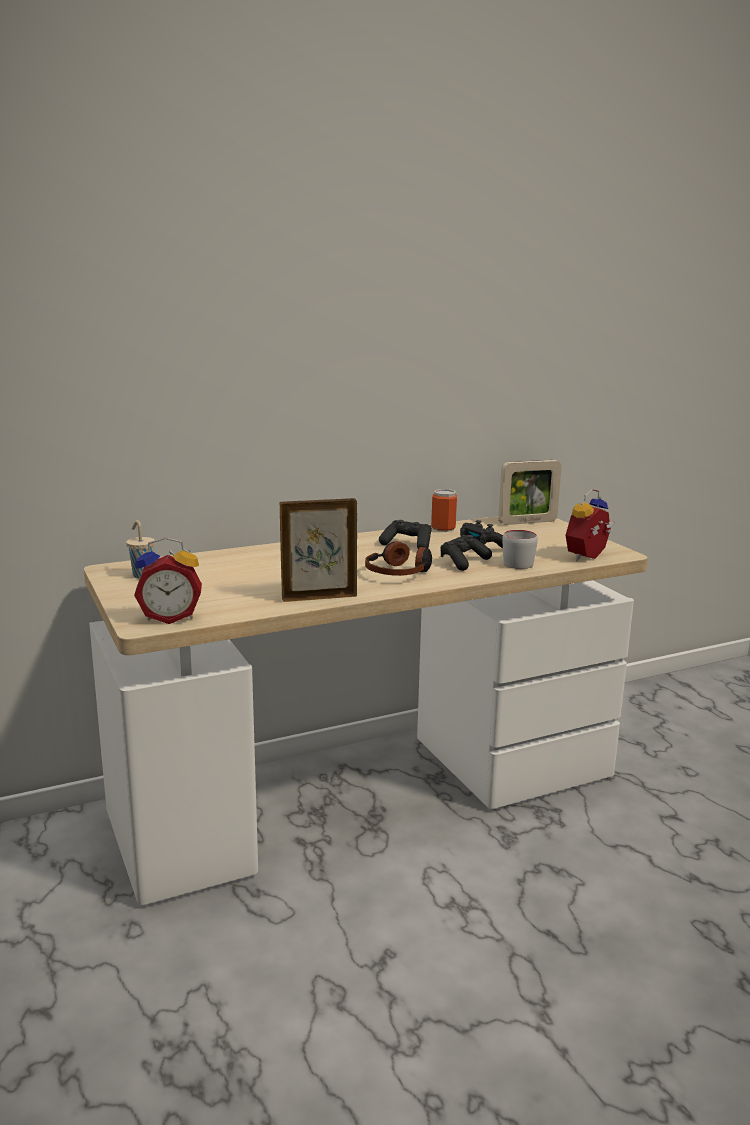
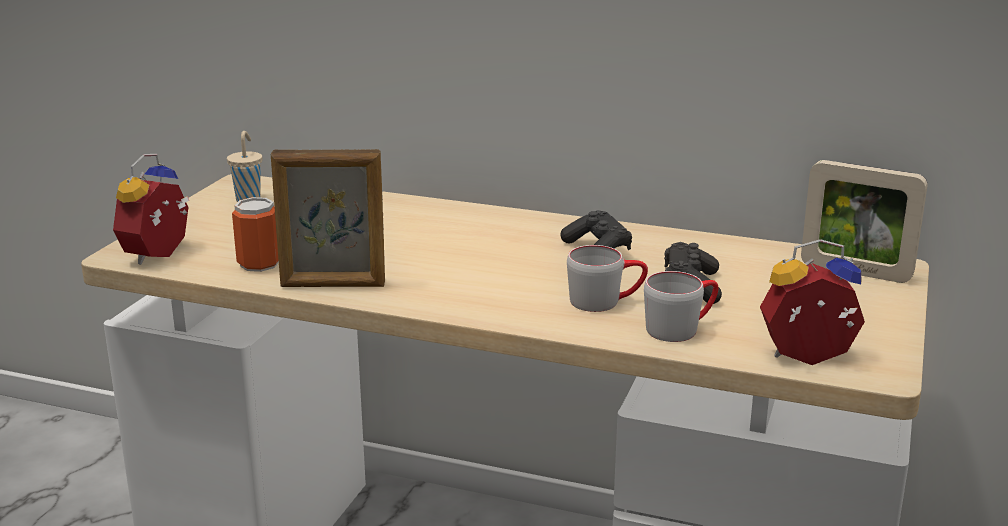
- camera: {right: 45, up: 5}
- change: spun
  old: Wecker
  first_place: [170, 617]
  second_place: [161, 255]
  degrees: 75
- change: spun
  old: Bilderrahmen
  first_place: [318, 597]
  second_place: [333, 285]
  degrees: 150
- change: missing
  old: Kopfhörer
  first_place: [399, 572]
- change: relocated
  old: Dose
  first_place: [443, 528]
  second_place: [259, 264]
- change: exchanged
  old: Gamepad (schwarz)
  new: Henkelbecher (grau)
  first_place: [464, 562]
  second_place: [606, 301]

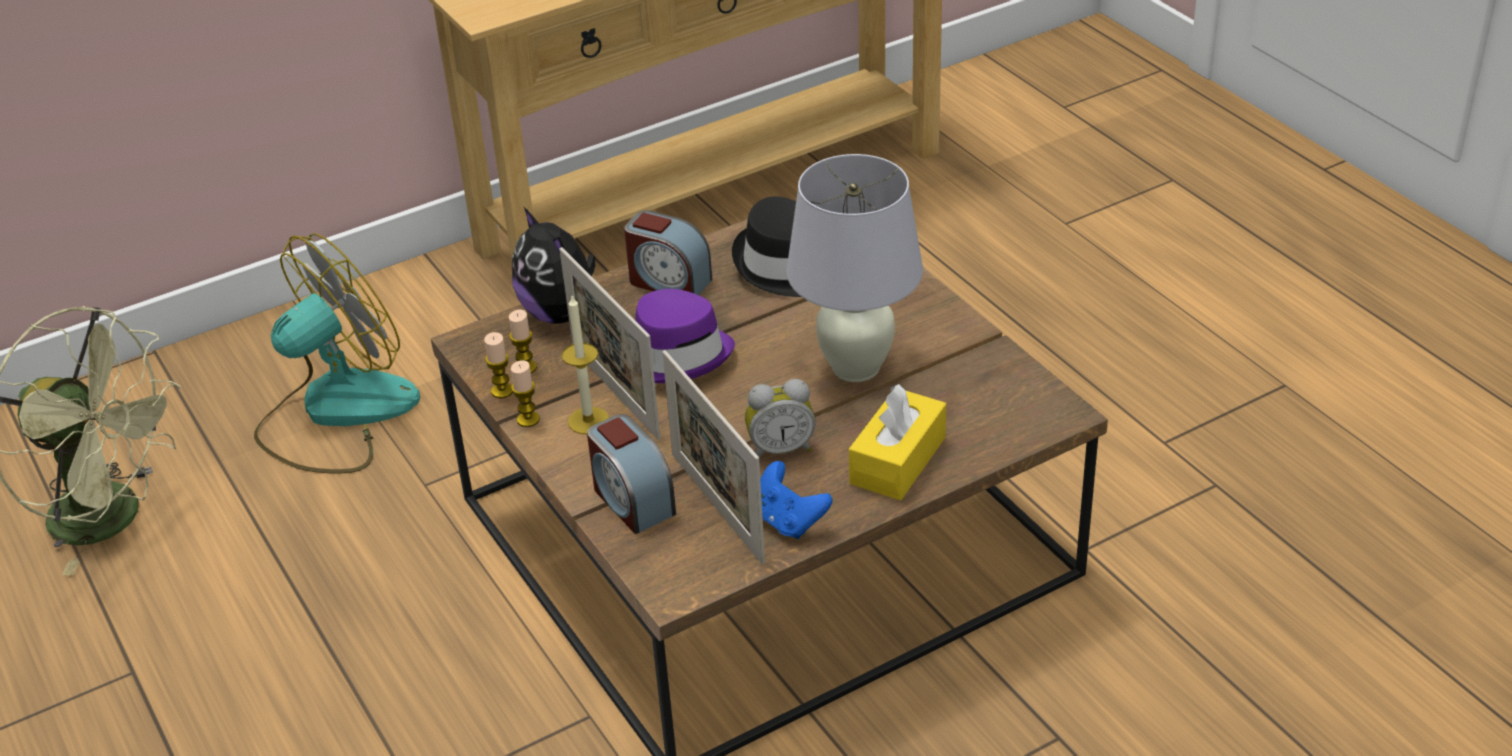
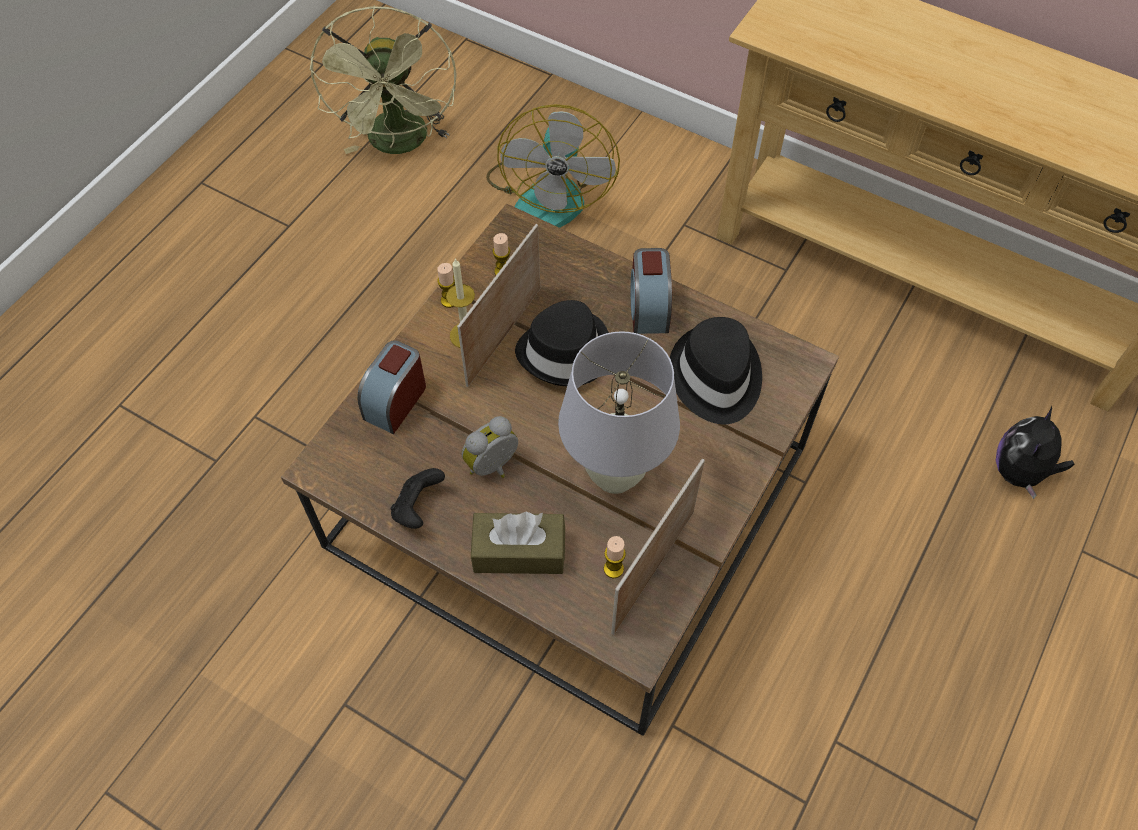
- camera: {right: 60, up: 20}
- change: spun
  old: Ventilator
  first_place: [336, 413]
  second_place: [549, 194]
  degrees: 75
- change: relocated
  old: Kerze
  first_place: [502, 391]
  second_place: [613, 569]
- change: relocated
  old: Plüschtier
  first_place: [562, 313]
  second_place: [1020, 472]
- change: colour
  old: Hut (lila)
  new: Hut (schwarz)
  first_place: [675, 354]
  second_place: [566, 352]
- change: relocated
  old: Bilderrahmen
  first_place: [717, 507]
  second_place: [653, 571]
- change: spun
  old: Wecker
  first_place: [780, 449]
  second_place: [494, 467]
  degrees: 90
- change: colour
  old: Gamepad (blau)
  new: Gamepad (schwarz)
  first_place: [789, 521]
  second_place: [418, 508]
- change: colour
  old: Taschentuchbox (gelb)
  new: Taschentuchbox (braun)
  first_place: [897, 460]
  second_place: [519, 551]

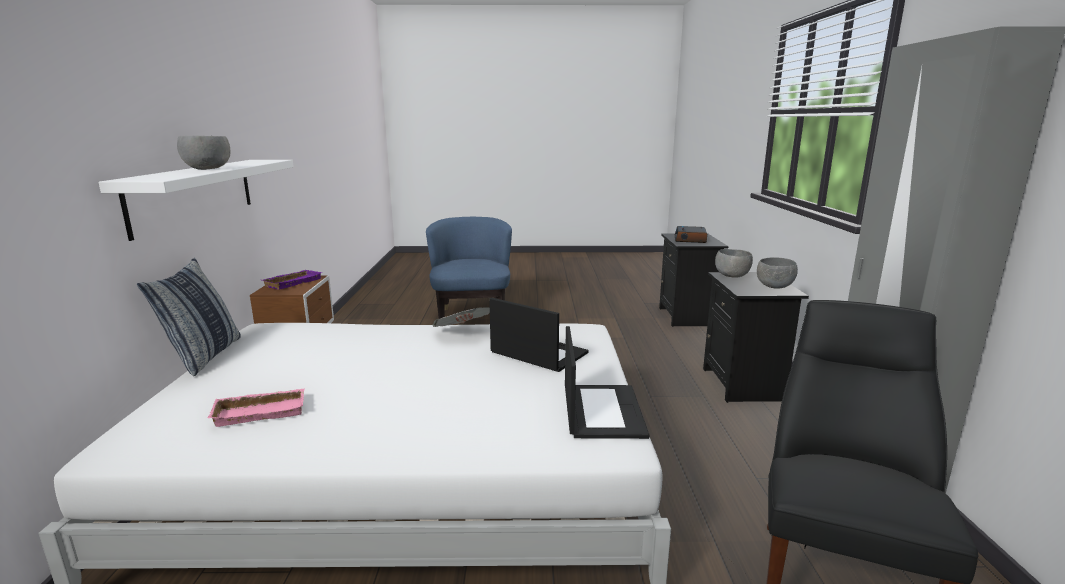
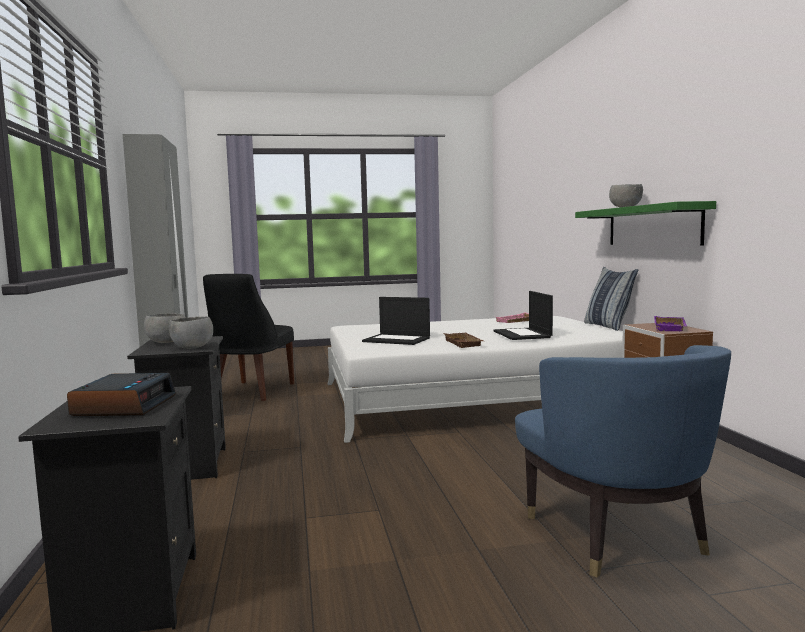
- camera: {right: 170, up: -10}
- change: colour
  old: Wandregal (weiß)
  new: Wandregal (grün)
  first_place: [195, 194]
  second_place: [652, 226]
- change: exchanged
  old: Zeitung
  new: Tablett (braun)
  first_place: [462, 333]
  second_place: [464, 343]
- change: relocated
  old: Laptop
  first_place: [601, 410]
  second_place: [523, 334]

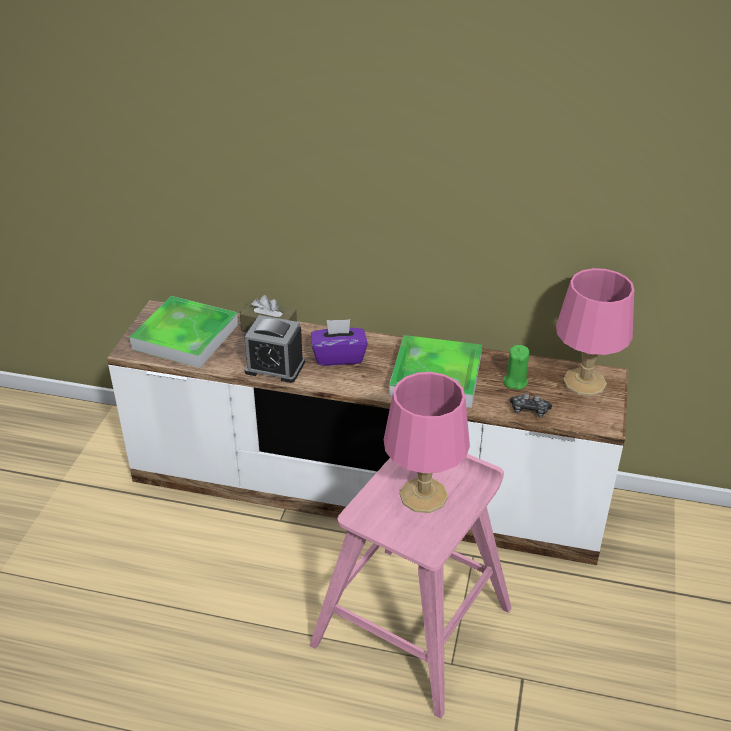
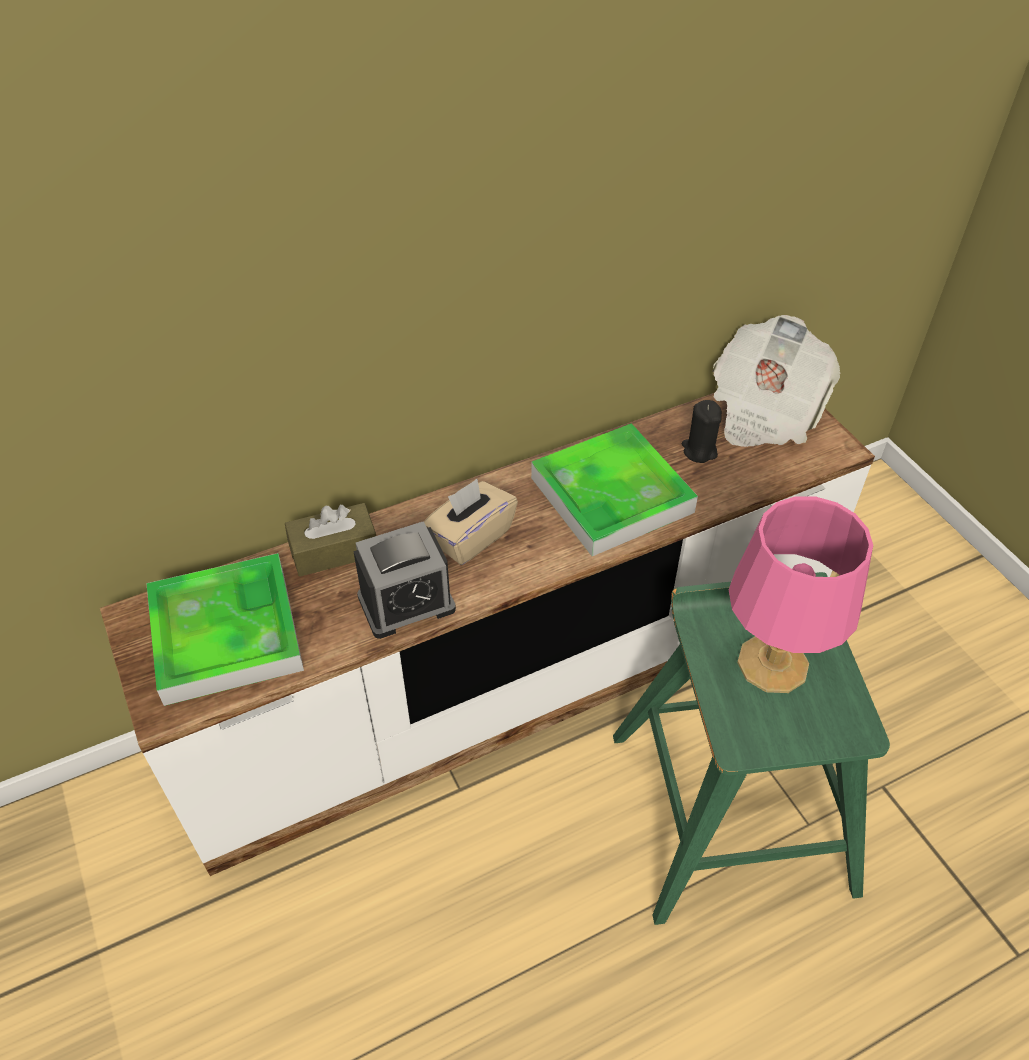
- camera: {right: -40, up: 10}
- change: colour
  old: Hocker (rosa)
  new: Hocker (grün)
  first_place: [414, 624]
  second_place: [730, 808]
- change: colour
  old: Taschentuchbox (lila)
  new: Taschentuchbox (beige)
  first_place: [339, 356]
  second_place: [470, 537]
- change: colour
  old: Kerze (grün)
  new: Kerze (schwarz)
  first_place: [515, 381]
  second_place: [699, 450]
- change: missing
  old: Gamepad
  first_place: [529, 410]
- change: exchanged
  old: Tischlampe (rosa)
  new: Zeitung
  first_place: [584, 383]
  second_place: [764, 410]

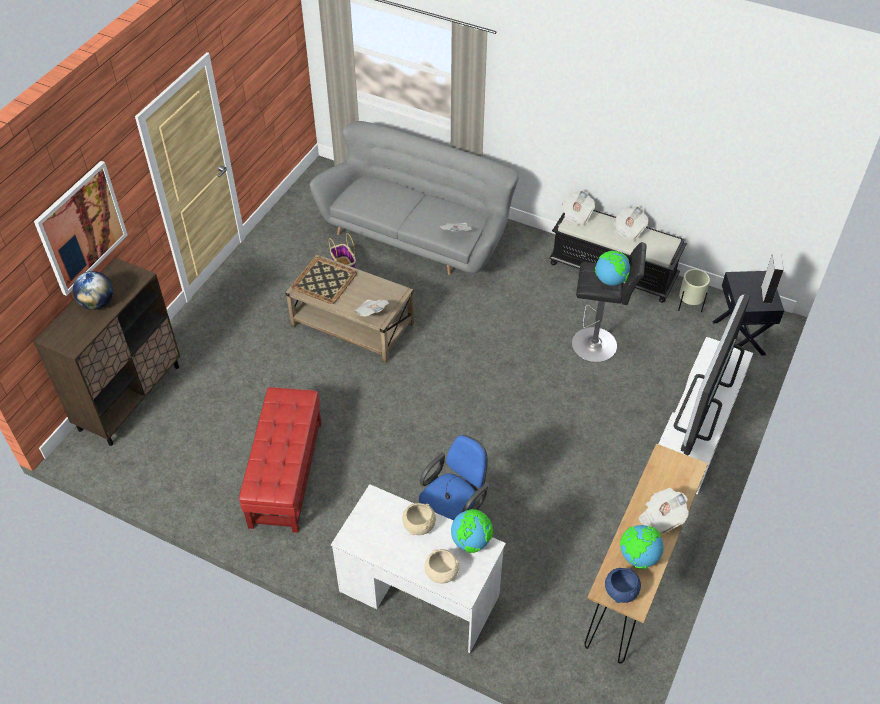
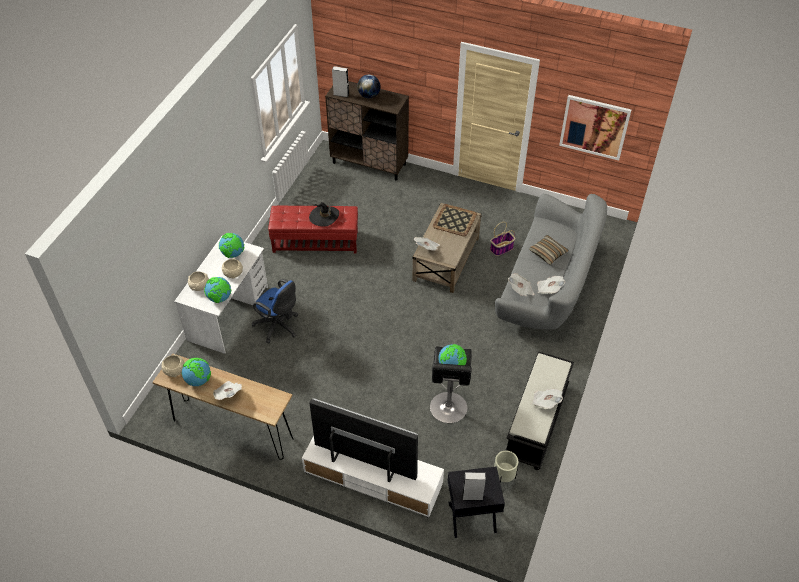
- camera: {right: 85, up: 0}
- change: relocated
  old: Bild
  first_place: [81, 227]
  second_place: [594, 127]
- change: relocated
  old: Zeitung
  first_place: [575, 216]
  second_place: [549, 289]
- change: colour
  old: Schüssel (blau)
  new: Schüssel (beige)
  first_place: [621, 590]
  second_place: [174, 370]
- change: appeared
  new: Globus
  second_place: [233, 254]
- change: appeared
  new: Hut (schwarz)
  second_place: [324, 217]
- change: appeared
  new: Lautsprecher (grau)
  second_place: [341, 94]
- change: appeared
  new: Kissen
  second_place: [547, 253]

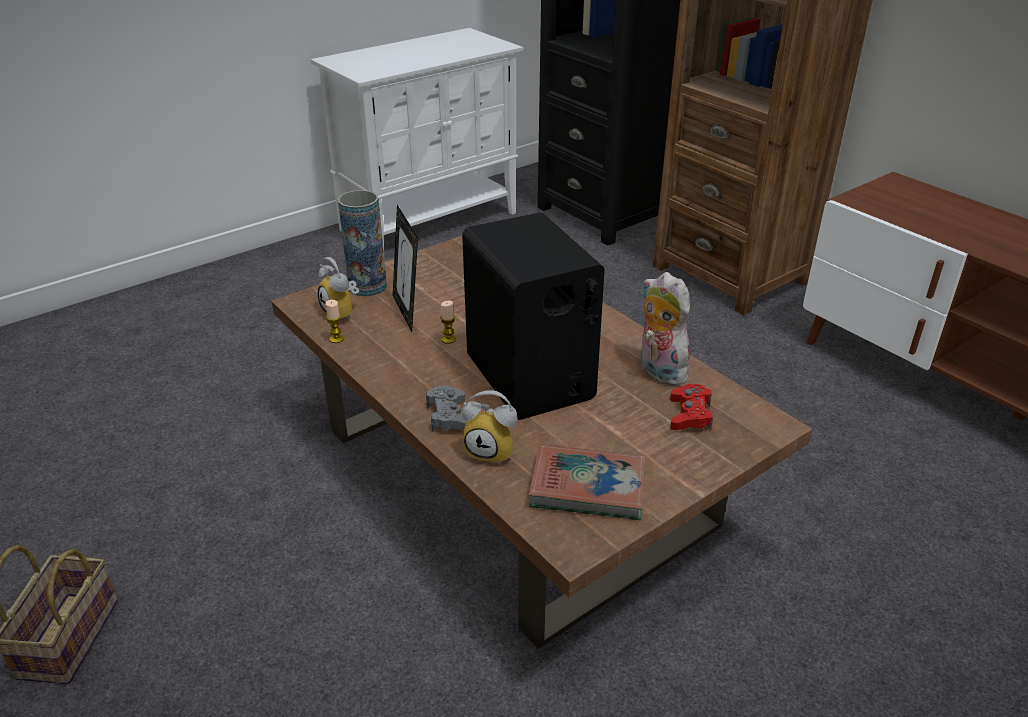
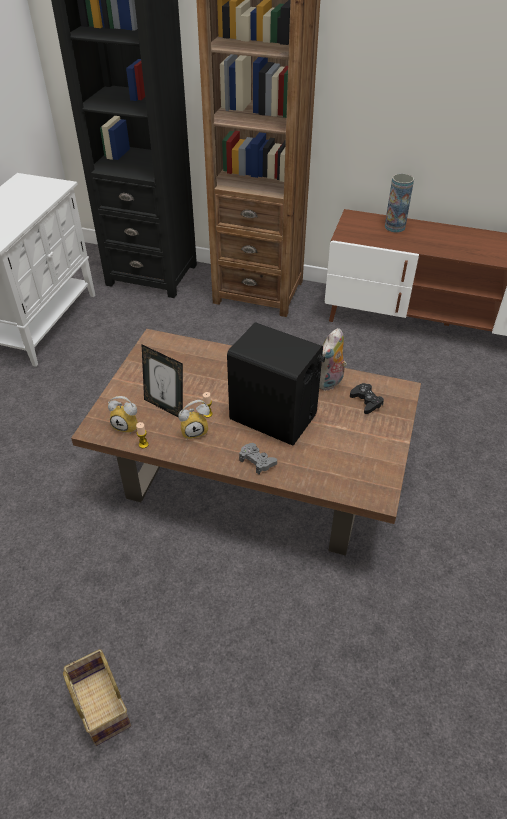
- camera: {right: -35, up: 10}
- change: relocated
  old: Vase
  first_place: [367, 286]
  second_place: [394, 227]
- change: relocated
  old: Wecker
  first_place: [492, 451]
  second_place: [194, 430]
- change: missing
  old: Buch
  first_place: [588, 487]
- change: spun
  old: Plüschtier
  first_place: [658, 371]
  second_place: [330, 383]
  degrees: -75
- change: colour
  old: Gamepad (rot)
  new: Gamepad (schwarz)
  first_place: [690, 415]
  second_place: [366, 401]

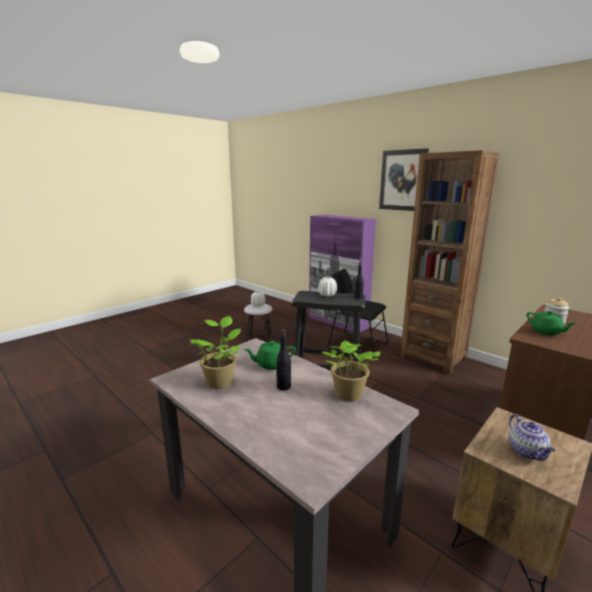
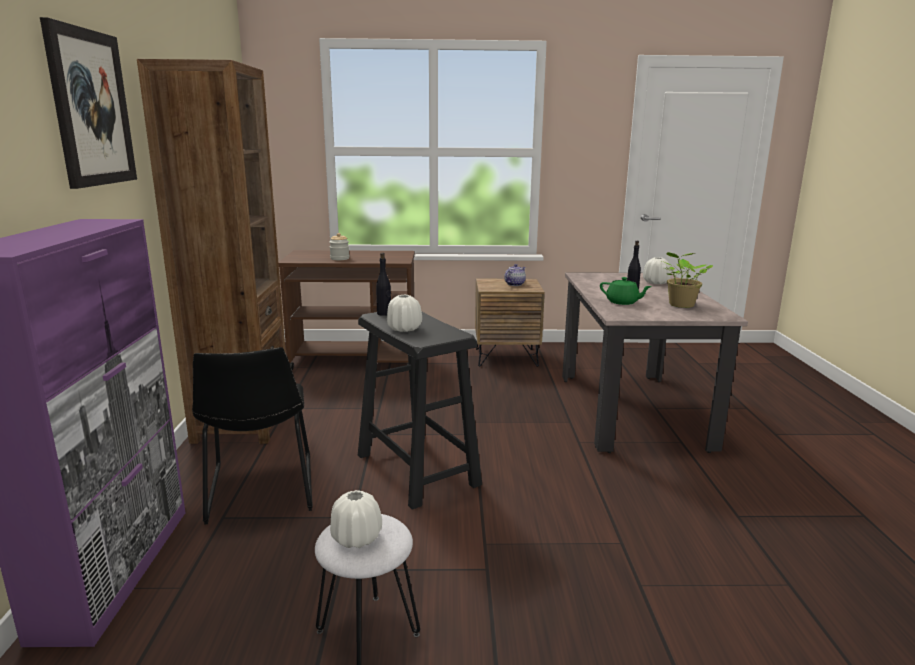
- camera: {right: -135, up: 0}
- change: missing
  old: Topfpflanze
  first_place: [347, 394]
- change: missing
  old: Teekanne (grün)
  first_place: [546, 332]
- change: appeared
  new: Vase (weiß)
  second_place: [655, 283]

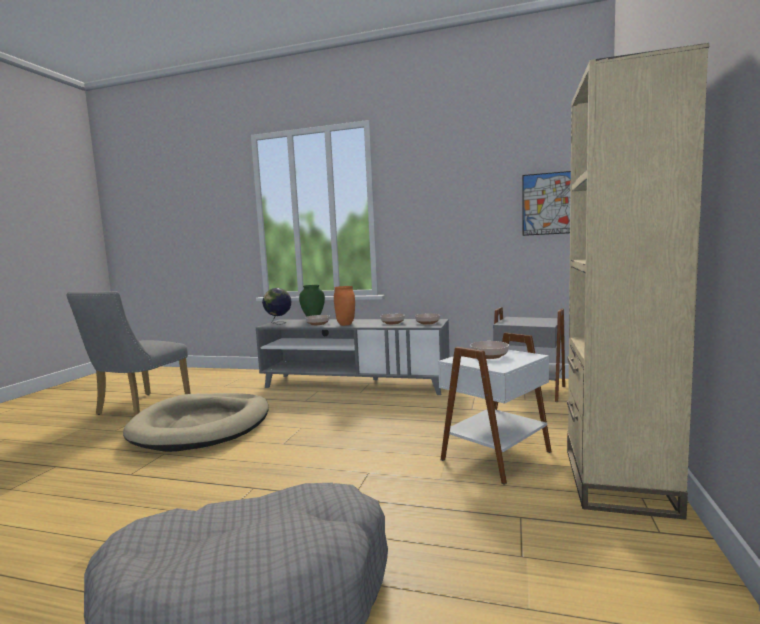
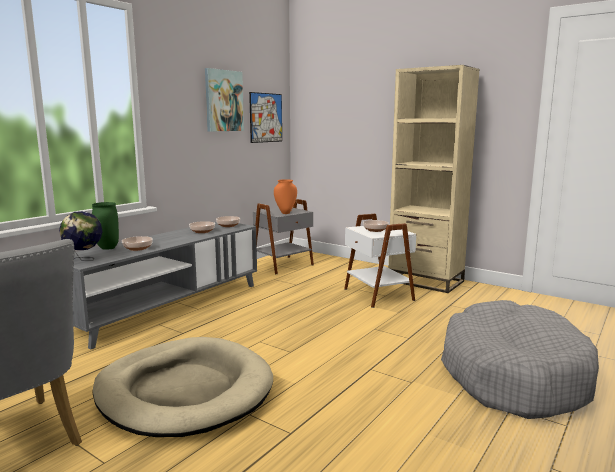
- camera: {right: -70, up: 5}
- change: relocated
  old: Vase (orange)
  first_place: [345, 324]
  second_place: [285, 213]
- change: appeared
  new: Bild
  second_place: [223, 101]

